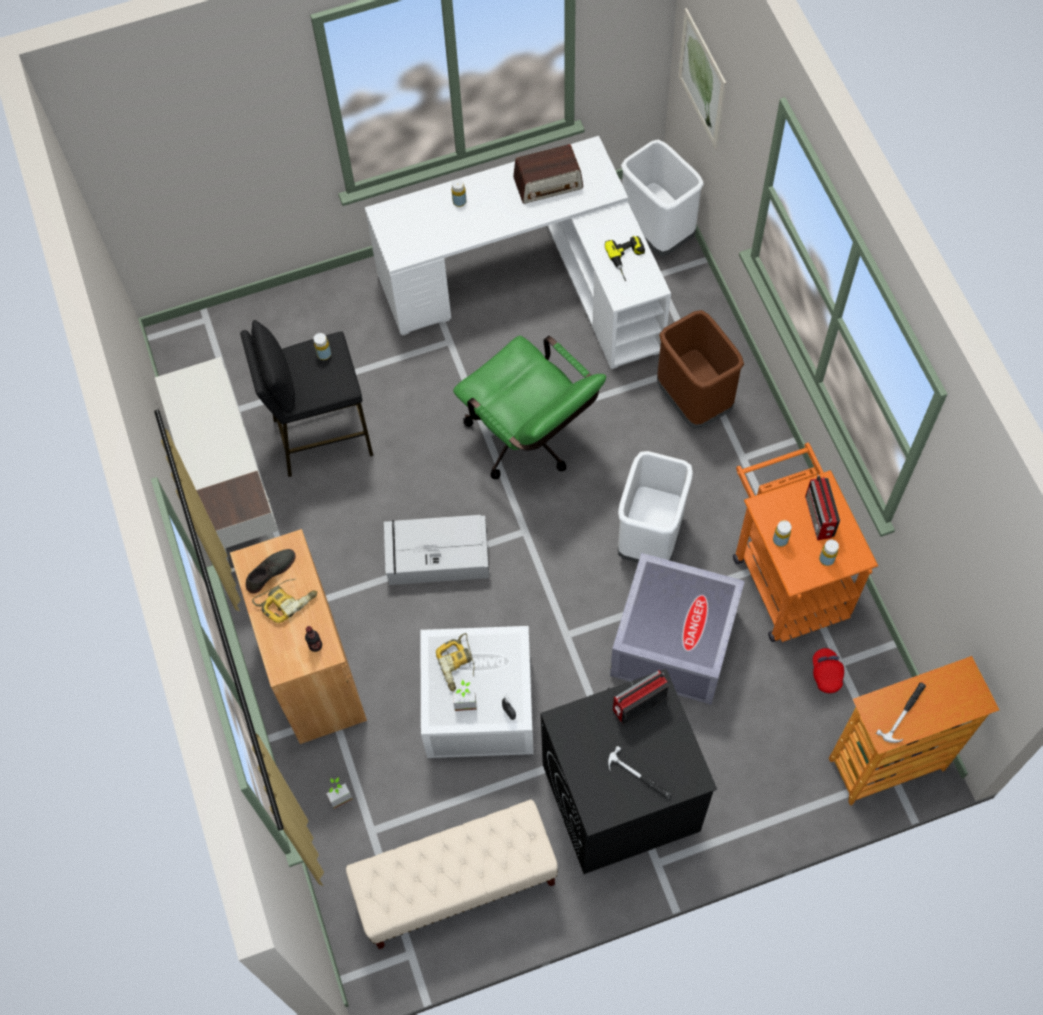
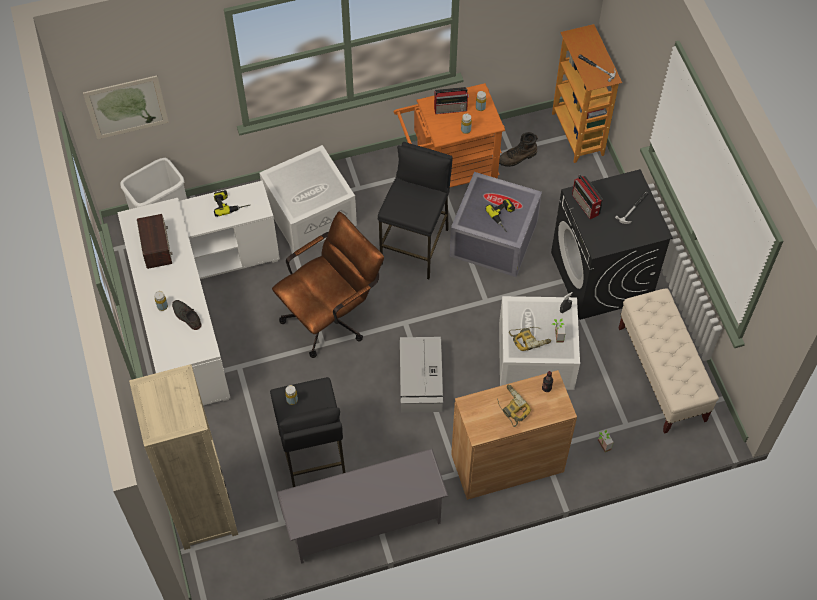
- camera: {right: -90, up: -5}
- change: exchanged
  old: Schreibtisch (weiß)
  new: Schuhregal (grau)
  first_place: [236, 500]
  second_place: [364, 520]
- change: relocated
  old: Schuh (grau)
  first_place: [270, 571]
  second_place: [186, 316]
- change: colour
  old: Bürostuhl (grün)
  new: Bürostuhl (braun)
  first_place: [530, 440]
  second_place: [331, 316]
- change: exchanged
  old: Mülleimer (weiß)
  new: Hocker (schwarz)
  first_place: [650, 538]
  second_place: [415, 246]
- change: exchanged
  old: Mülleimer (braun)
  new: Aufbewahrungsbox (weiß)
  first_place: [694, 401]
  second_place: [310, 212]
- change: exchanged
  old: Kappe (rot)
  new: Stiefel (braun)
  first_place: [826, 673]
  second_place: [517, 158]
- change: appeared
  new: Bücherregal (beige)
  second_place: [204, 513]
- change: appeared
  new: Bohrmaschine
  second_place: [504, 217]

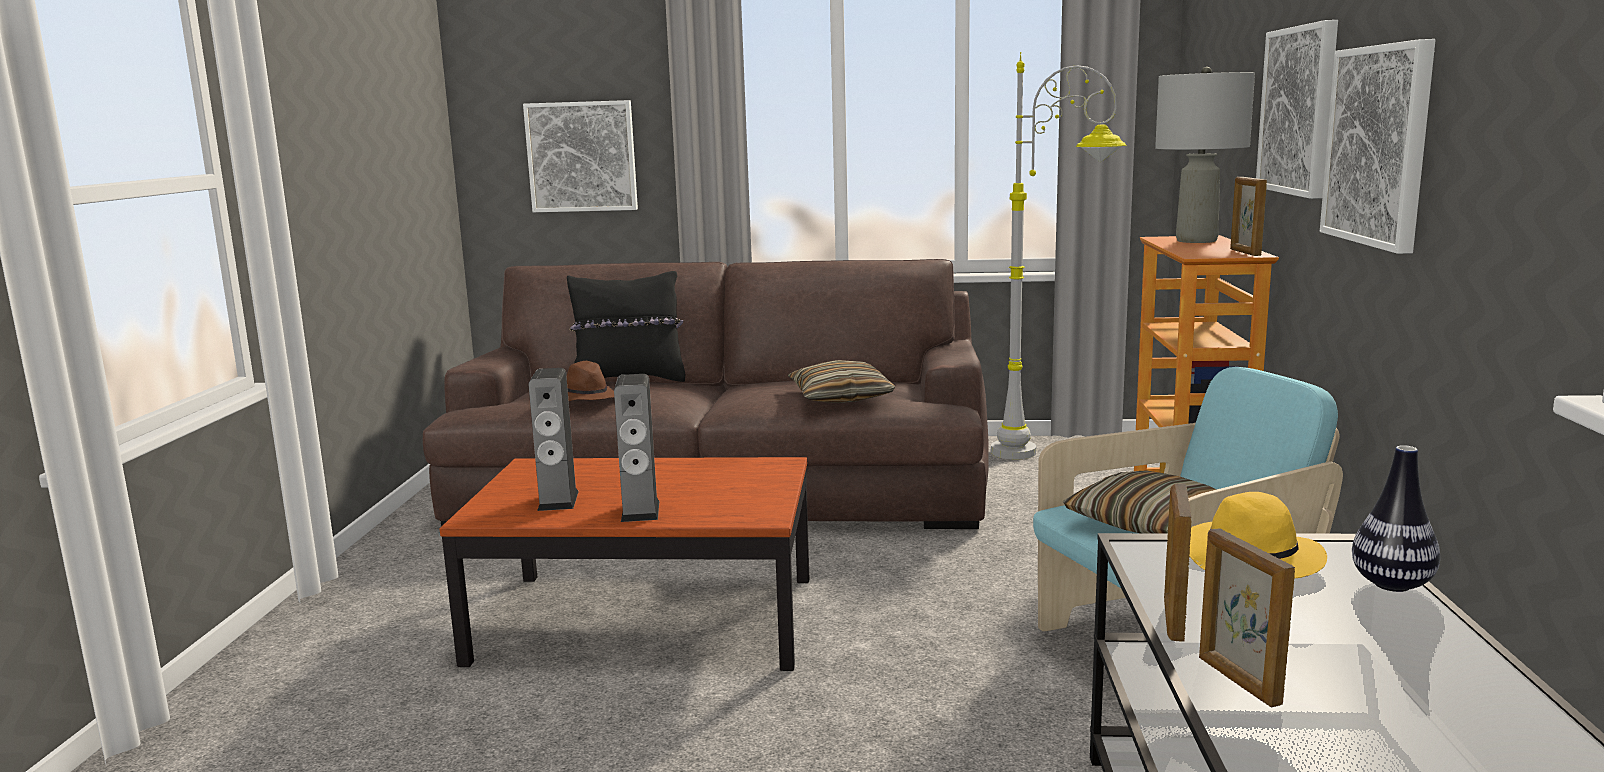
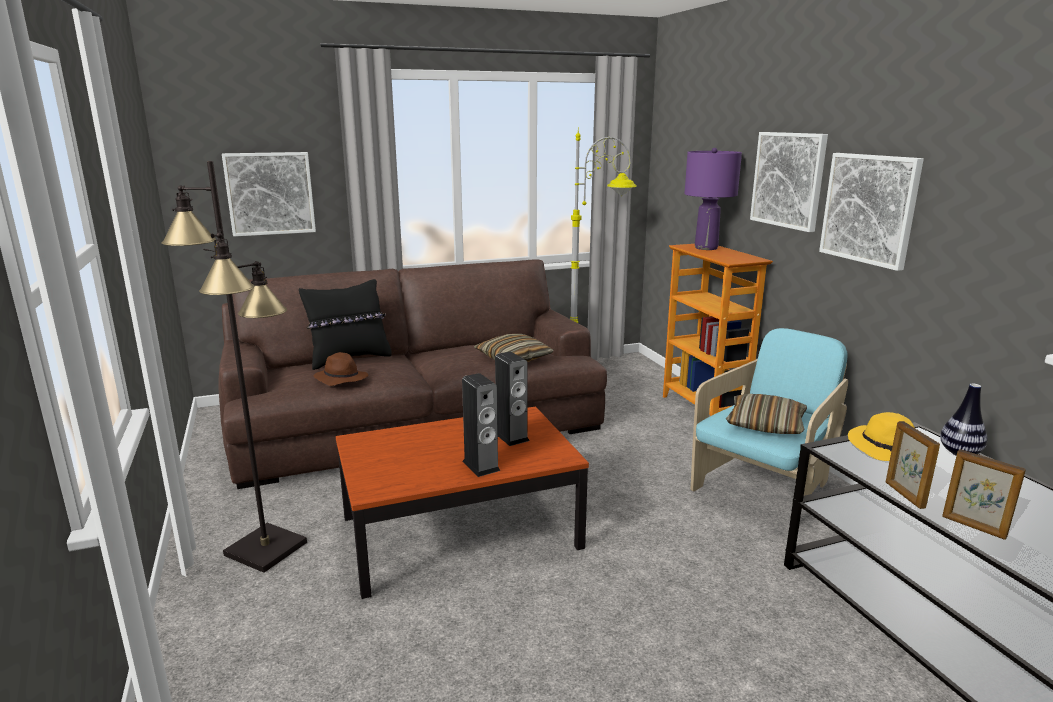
- camera: {right: -25, up: 5}
- change: relocated
  old: Lautsprecher
  first_place: [558, 500]
  second_place: [511, 437]
- change: colour
  old: Tischlampe (grau)
  new: Tischlampe (lila)
  first_place: [1196, 240]
  second_place: [706, 248]
- change: missing
  old: Bilderrahmen
  first_place: [1244, 252]
- change: appeared
  new: Stehlampe (schwarz)
  second_place: [266, 548]

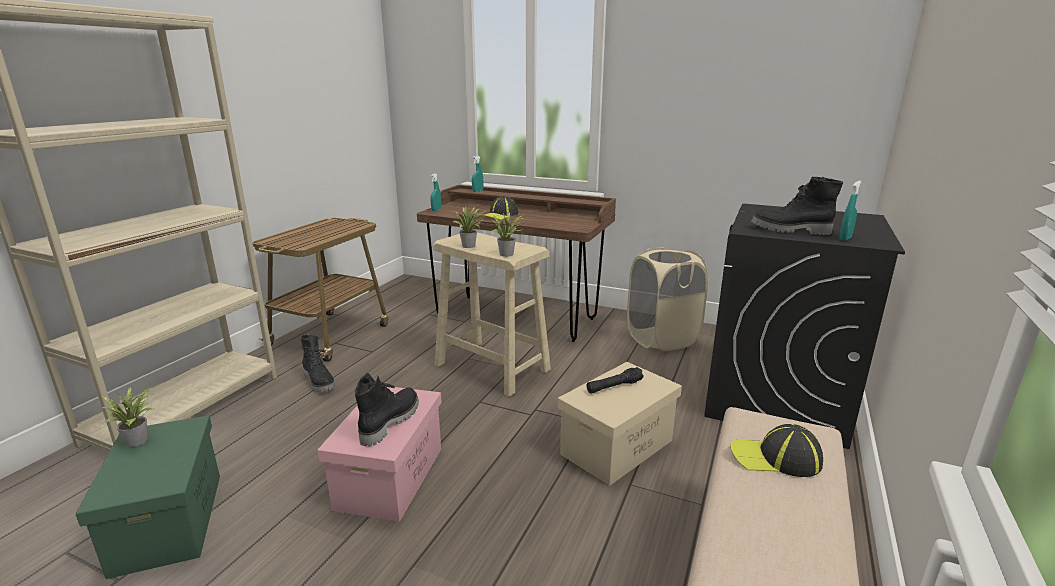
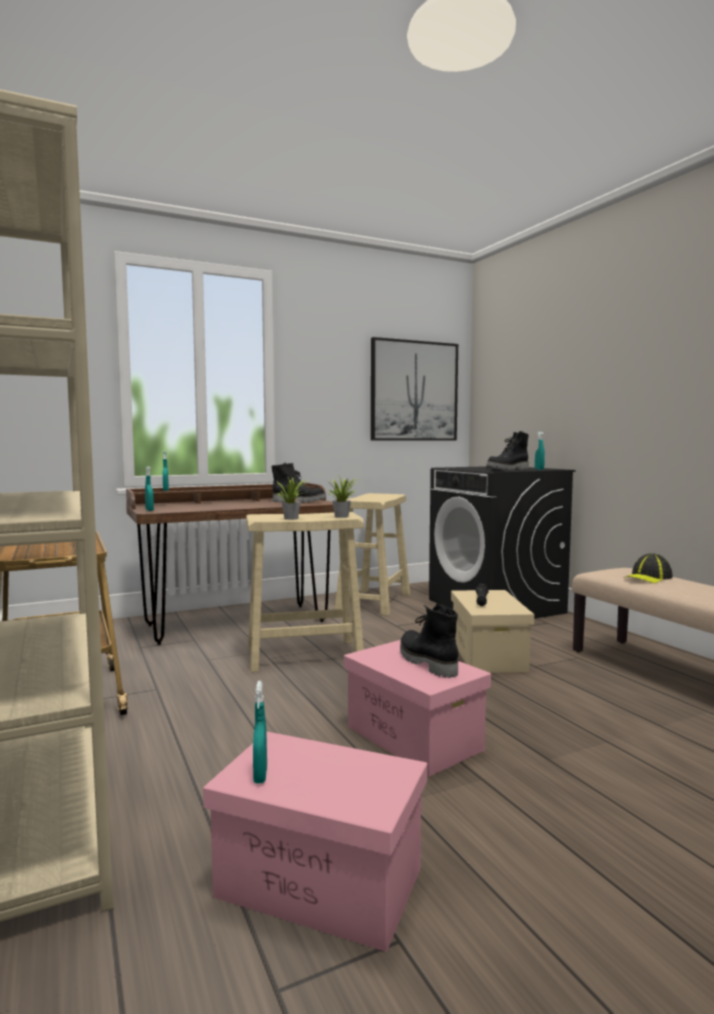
- camera: {right: -50, up: -15}
- change: colour
  old: Aufbewahrungsbox (grün)
  new: Aufbewahrungsbox (rosa)
  first_place: [168, 521]
  second_place: [317, 882]
- change: exchanged
  old: Topfpflanze
  new: Sprühflasche (türkis)
  first_place: [140, 440]
  second_place: [260, 775]
- change: relocated
  old: Stiefel (schwarz)
  first_place: [320, 381]
  second_place: [299, 501]
- change: missing
  old: Kappe
  first_place: [500, 215]
- change: exchanged
  old: Wäschekorb (beige)
  new: Hocker (beige)
  first_place: [662, 339]
  second_place: [374, 602]
- change: appeared
  new: Bild
  second_place: [414, 391]

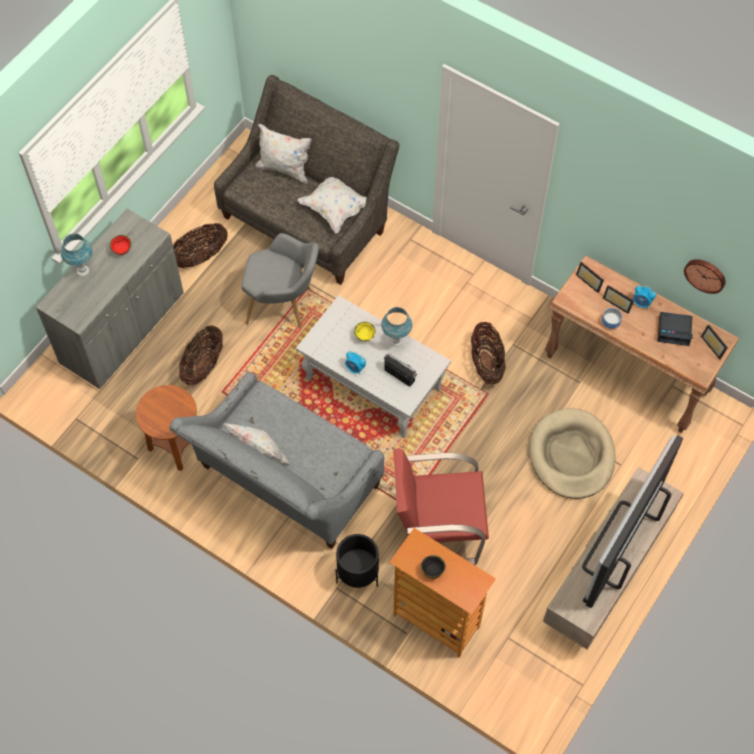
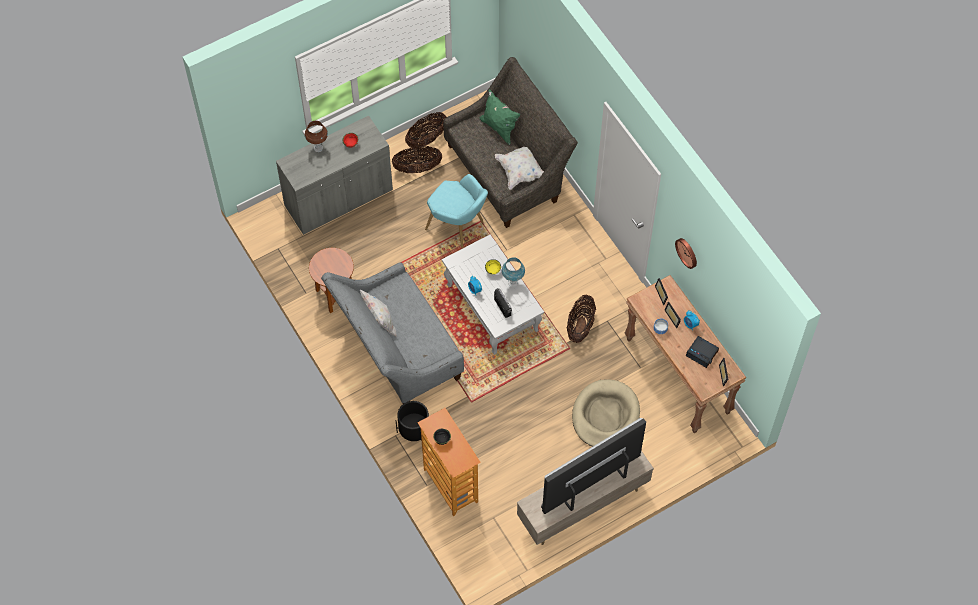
- camera: {right: 25, up: 0}
- change: colour
  old: Tischlampe (blau)
  new: Tischlampe (braun)
  first_place: [83, 271]
  second_place: [318, 148]
- change: relocated
  old: Korb
  first_place: [203, 365]
  second_place: [426, 139]
- change: colour
  old: Sessel (grau)
  new: Sessel (türkis)
  first_place: [284, 305]
  second_place: [458, 226]
- change: colour
  old: Kissen (weiß)
  new: Kissen (grün)
  first_place: [284, 169]
  second_place: [499, 128]
- change: missing
  old: Sessel (rot)
  first_place: [437, 528]
- change: relocated
  old: Wanduhr
  first_place: [705, 274]
  second_place: [687, 252]

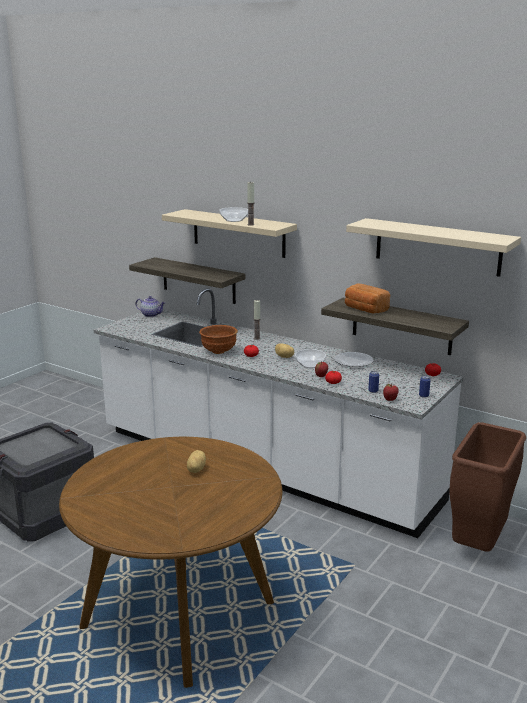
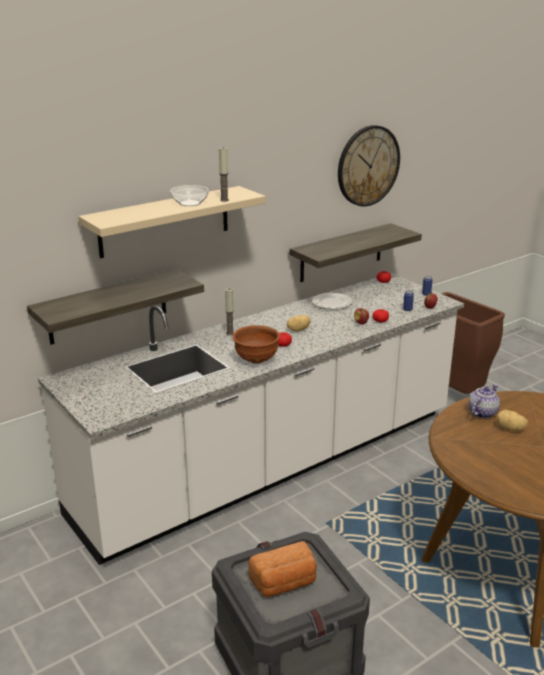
- camera: {right: -70, up: 5}
- change: relocated
  old: Teekanne
  first_place: [151, 315]
  second_place: [482, 412]
- change: missing
  old: Schüssel
  first_place: [310, 365]
- change: relocated
  old: Brot
  first_place: [364, 309]
  second_place: [284, 583]
- change: exchanged
  old: Wandregal (beige)
  new: Wanduhr
  first_place: [437, 247]
  second_place: [368, 166]

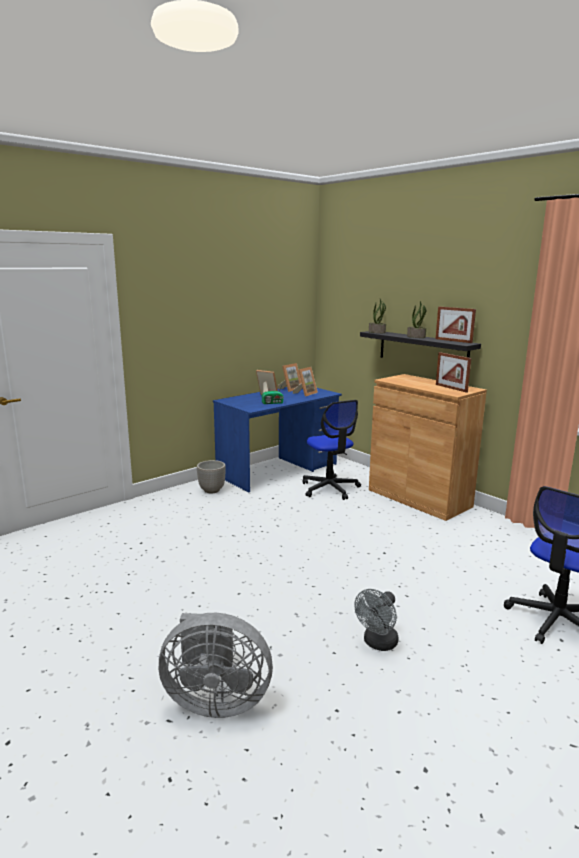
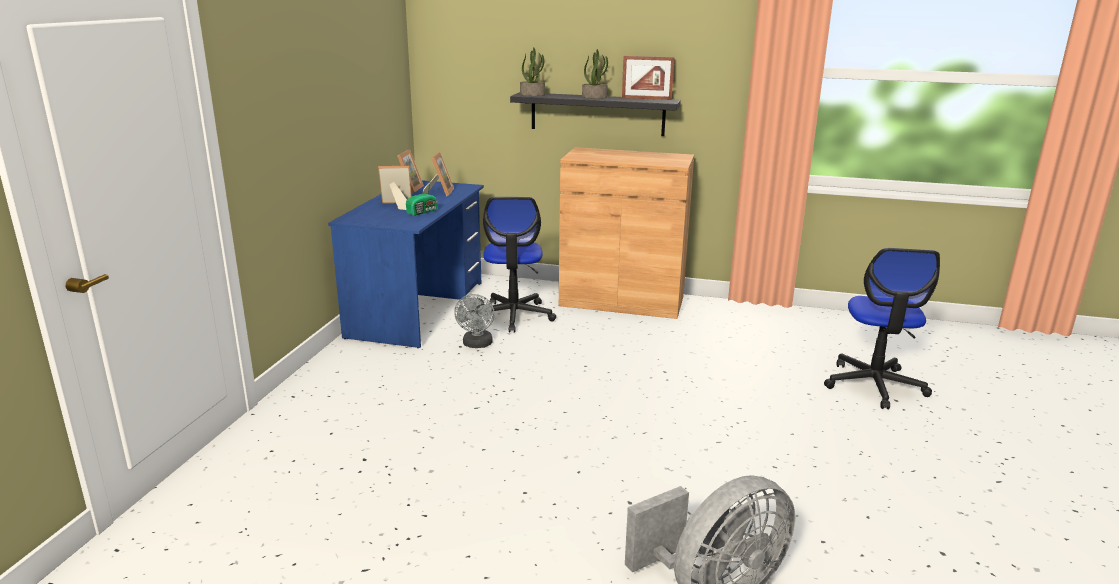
- camera: {right: -35, up: 5}
- change: missing
  old: Pflanzkübel
  first_place: [212, 490]
- change: spun
  old: Bürostuhl
  first_place: [330, 488]
  second_place: [513, 316]
  degrees: 60
- change: relocated
  old: Ventilator (grau)
  first_place: [378, 644]
  second_place: [477, 345]
- change: missing
  old: Bilderrahmen
  first_place: [451, 388]

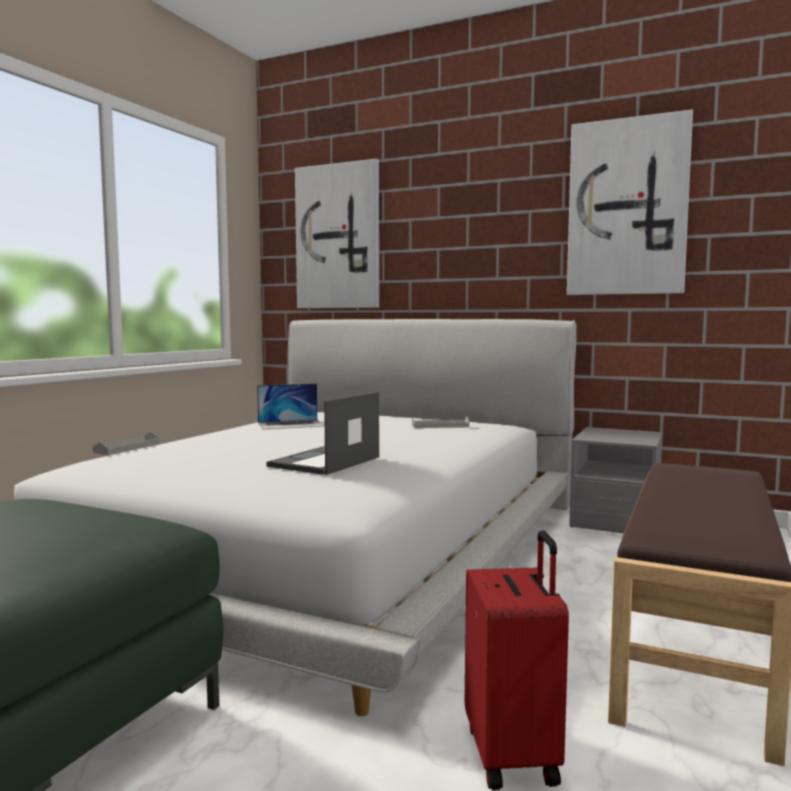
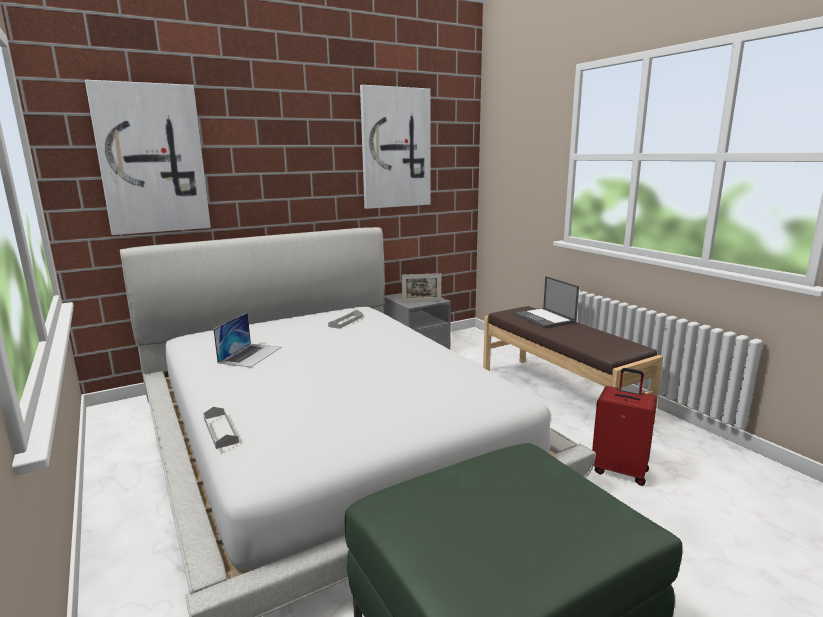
- camera: {right: -55, up: 10}
- change: relocated
  old: Laptop
  first_place: [324, 462]
  second_place: [545, 318]
- change: appeared
  new: Bilderrahmen
  second_place: [421, 301]

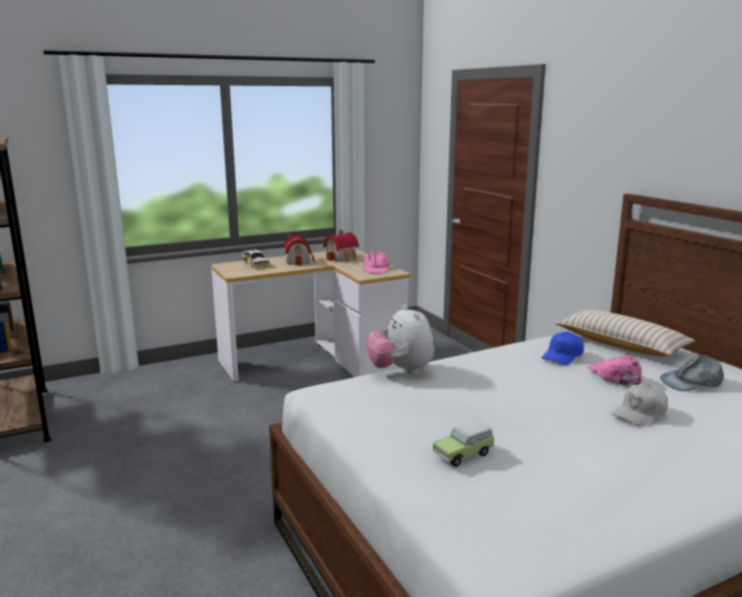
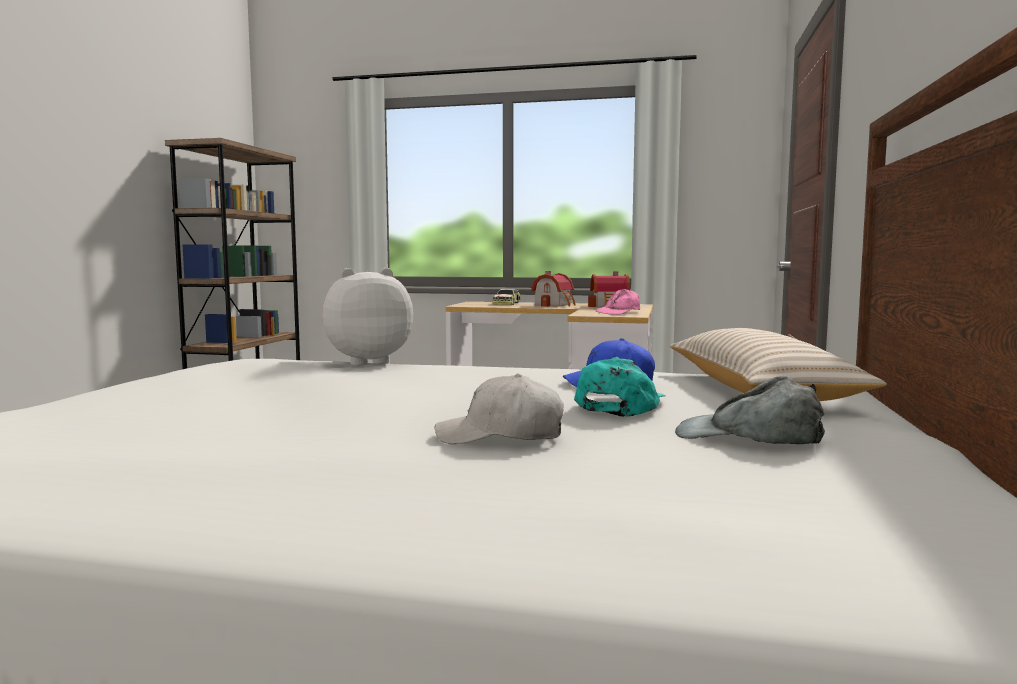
- camera: {right: 40, up: -10}
- change: spun
  old: Plüschtier
  first_place: [400, 371]
  second_place: [366, 362]
  degrees: 45
- change: missing
  old: Spielzeugauto
  first_place: [465, 454]
- change: colour
  old: Kappe (rosa)
  new: Kappe (türkis)
  first_place: [613, 375]
  second_place: [620, 406]

